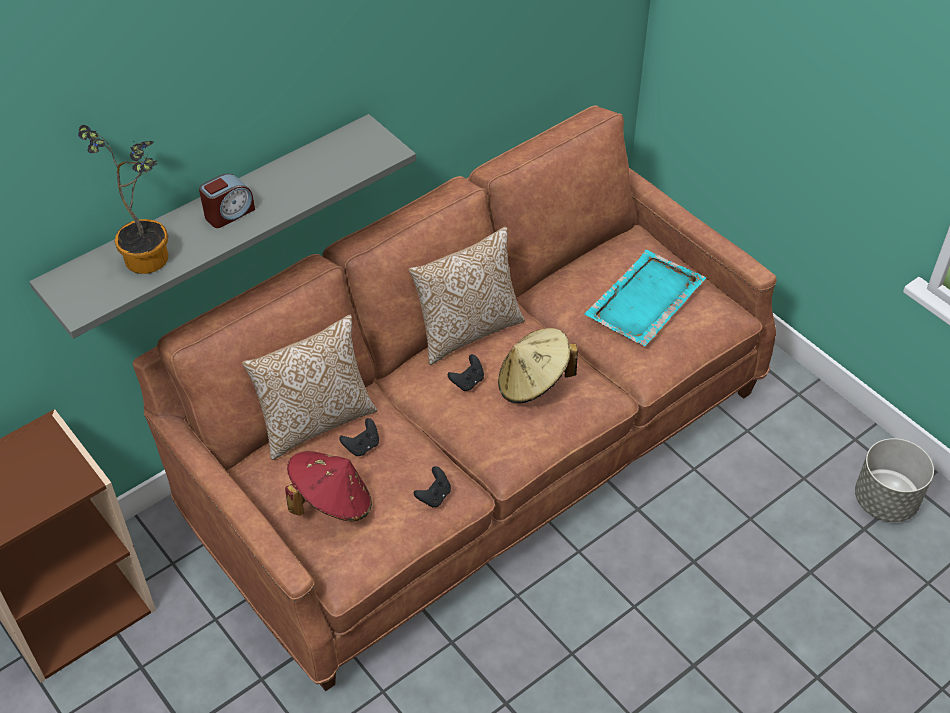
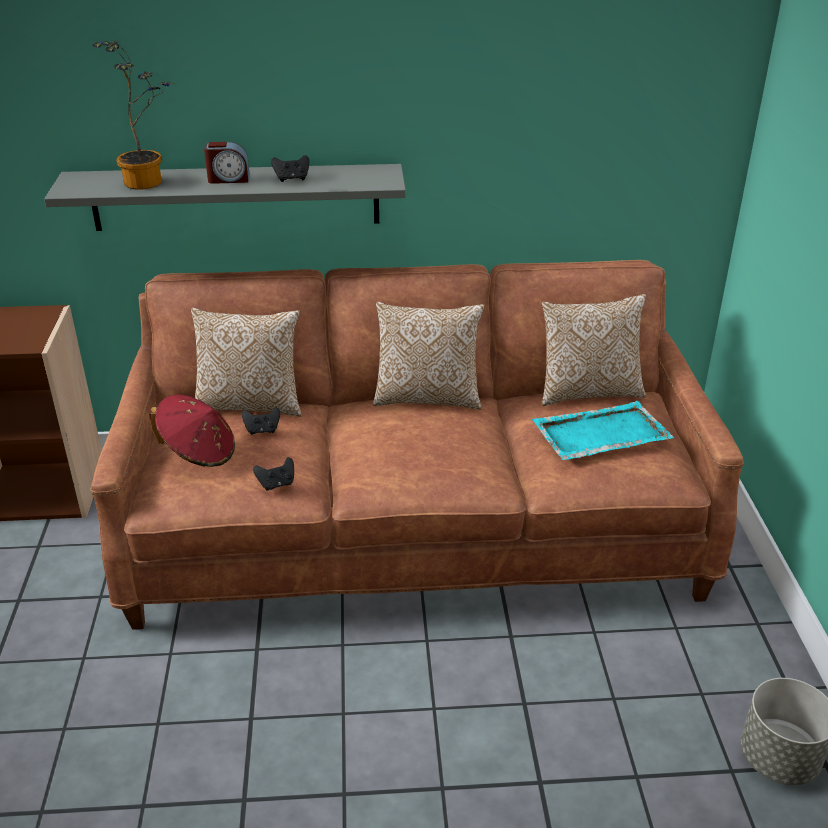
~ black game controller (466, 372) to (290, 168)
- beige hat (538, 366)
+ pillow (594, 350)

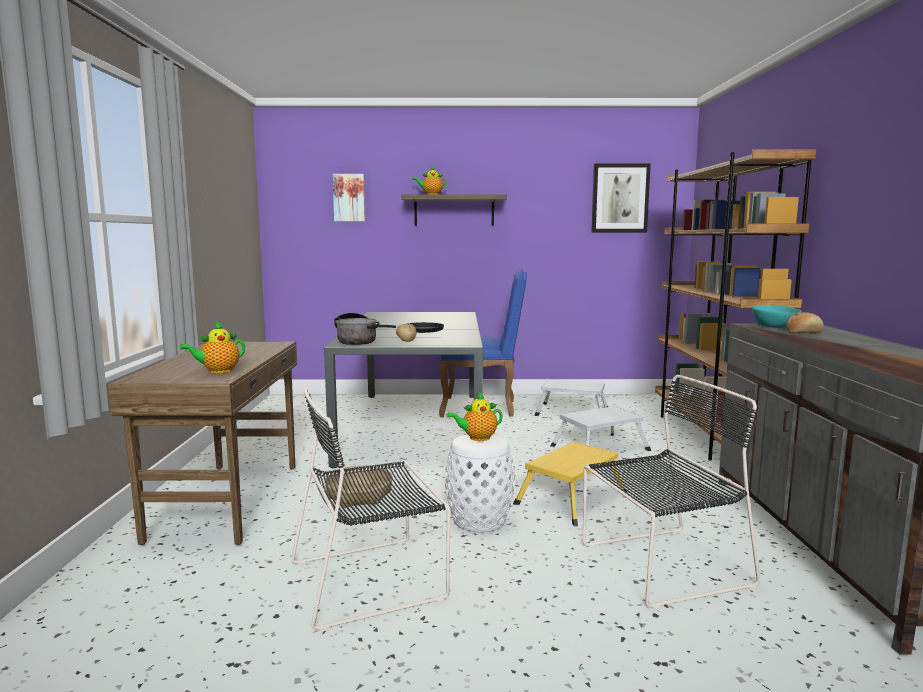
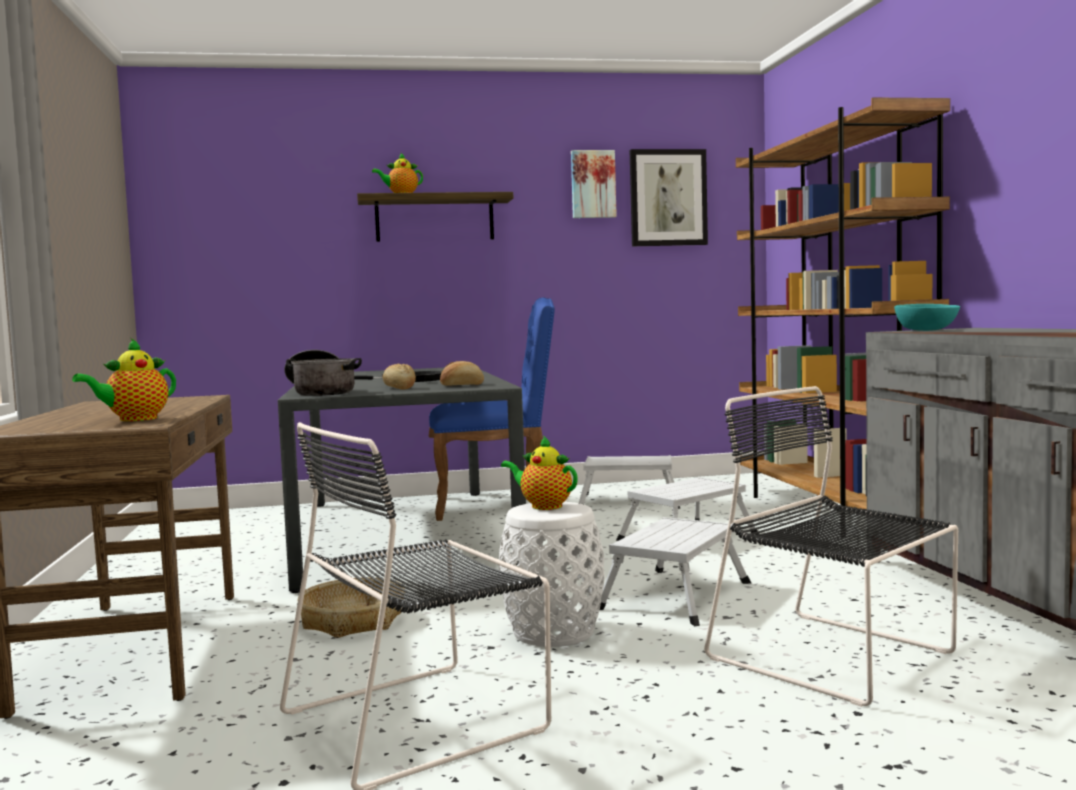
~ picture (348, 198) to (594, 184)
~ teapot (475, 416) = (539, 472) 60 degrees clockwise
~ yellow step ladder (570, 484) to white step ladder (675, 571)
~ black chair (671, 492) = (831, 546) 105 degrees counterclockwise
~ bread (805, 322) to (462, 373)

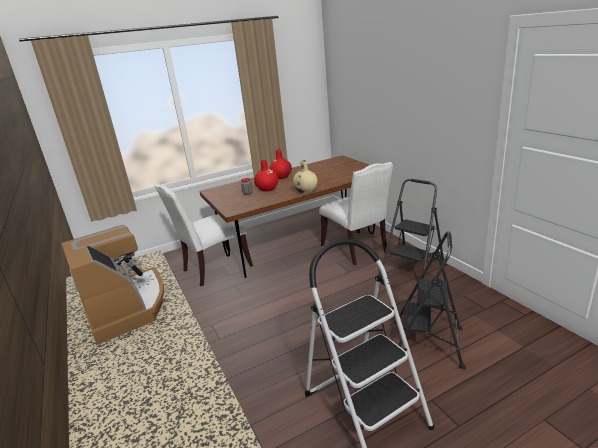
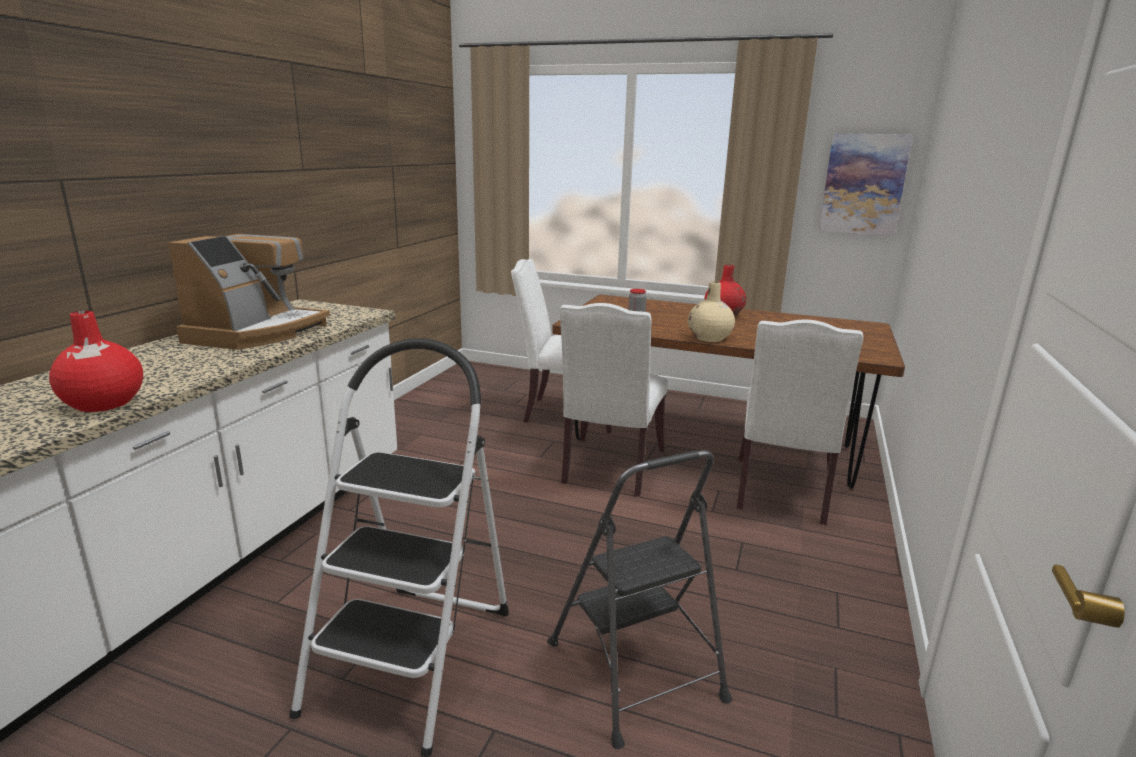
~ red vase (266, 176) to (96, 361)
- black step ladder (412, 229)
+ white chair (614, 399)
+ picture (866, 184)

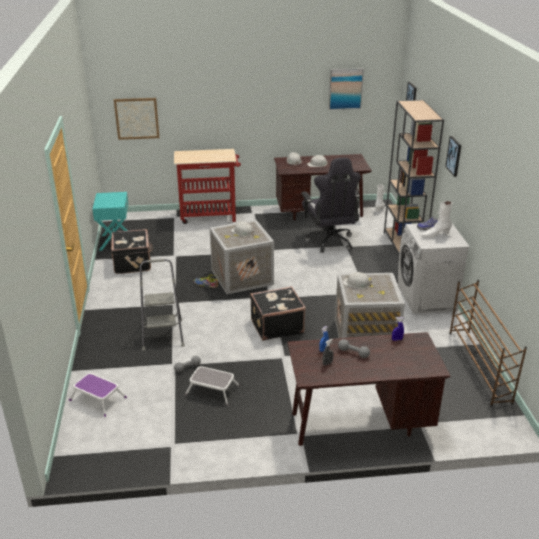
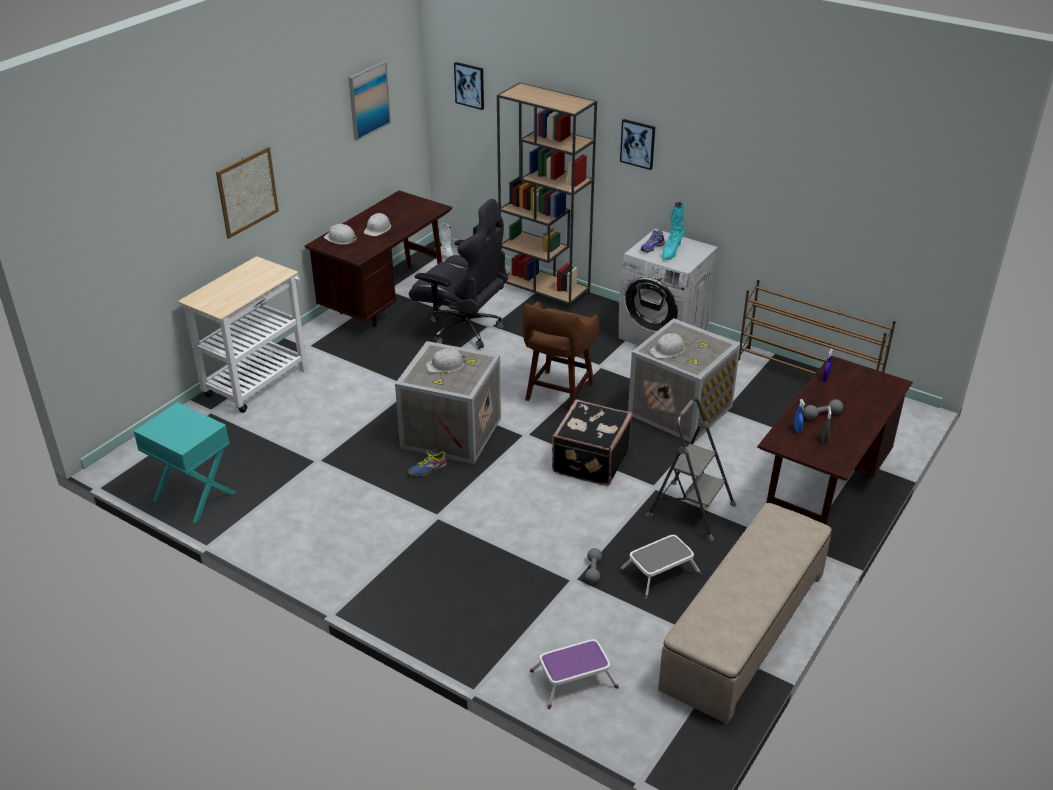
- black suitcase (132, 251)
~ picture (137, 118) to (247, 193)
~ grey step ladder (162, 305) to (691, 469)
~ red cart (207, 186) to white cart (242, 334)
~ white boot (436, 219) to turquoise boot (673, 231)
+ brown stool (560, 354)
+ beige bench (745, 613)

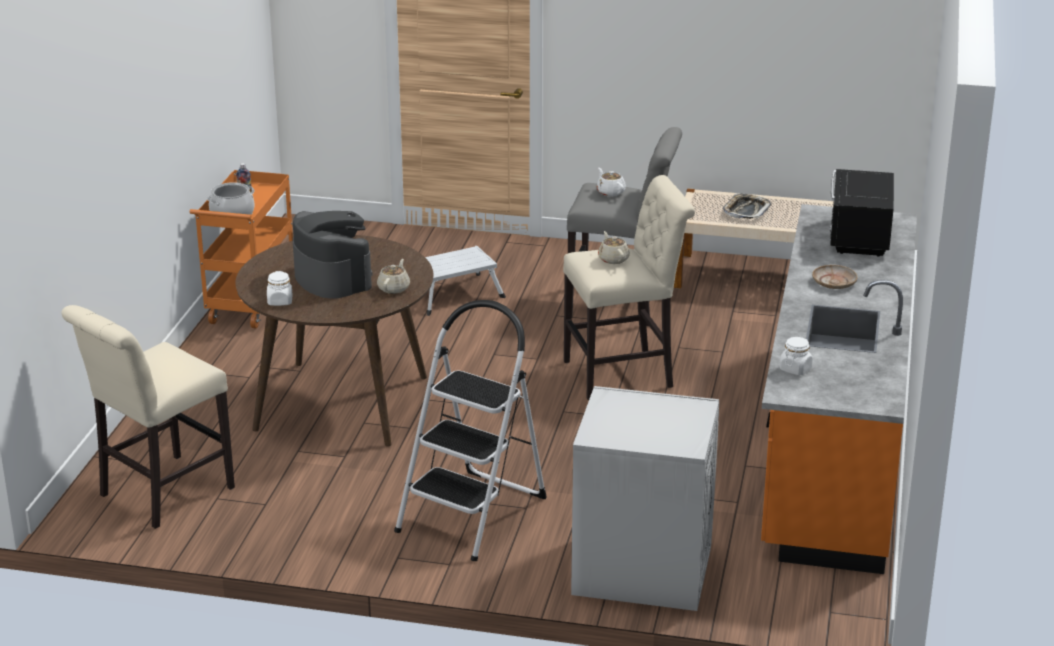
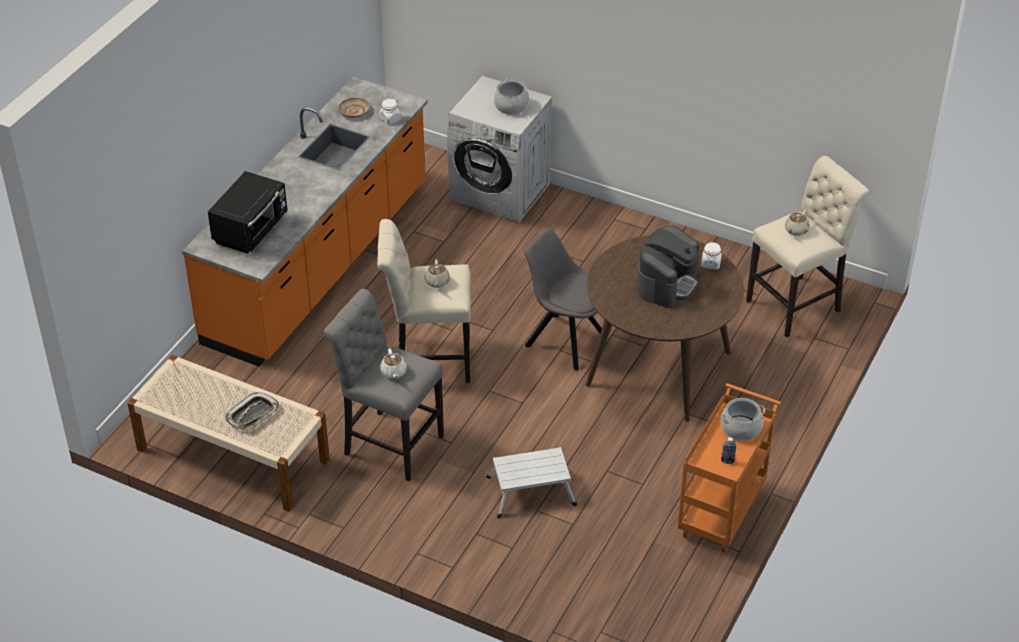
~ coffee machine (332, 255) = (668, 266) 135 degrees counterclockwise
~ beige teapot (393, 276) to (797, 223)
- step ladder (470, 430)
~ beige plate (835, 277) to (354, 108)
+ cooking pot (511, 97)
+ grey chair (563, 299)

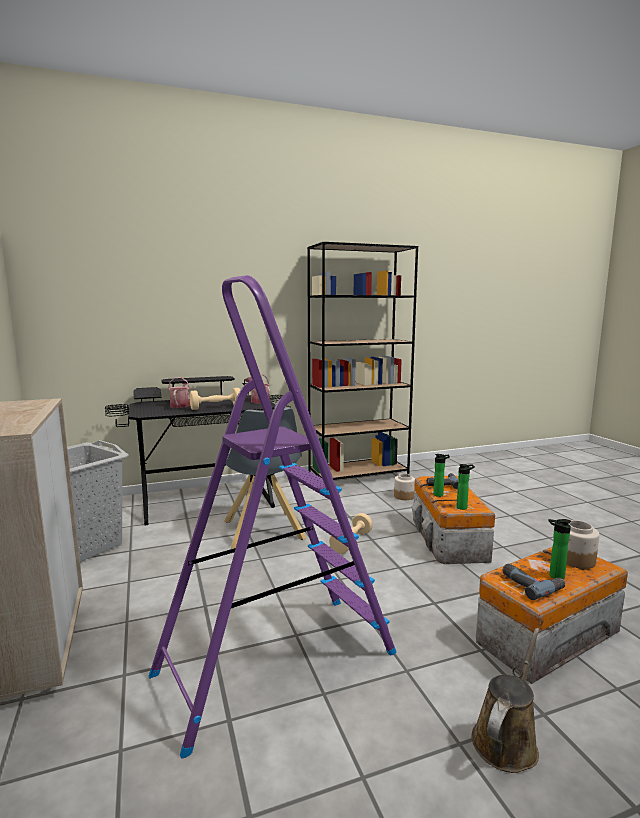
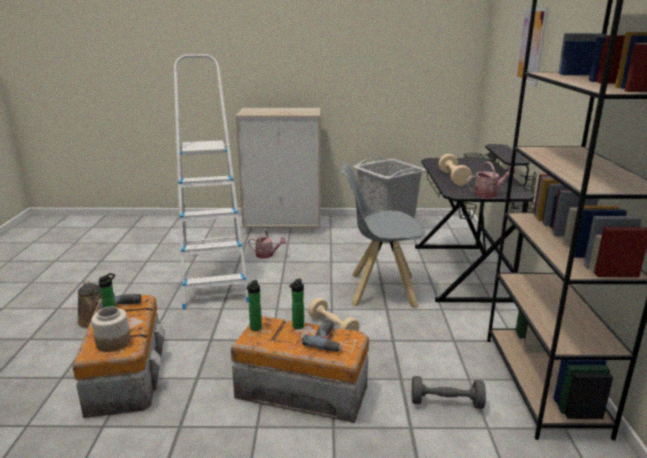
~ purple step ladder (272, 516) to white step ladder (211, 182)
~ watering can (179, 392) to (267, 244)
~ jar (404, 486) to grey dumbbell (449, 392)
+ picture (532, 47)

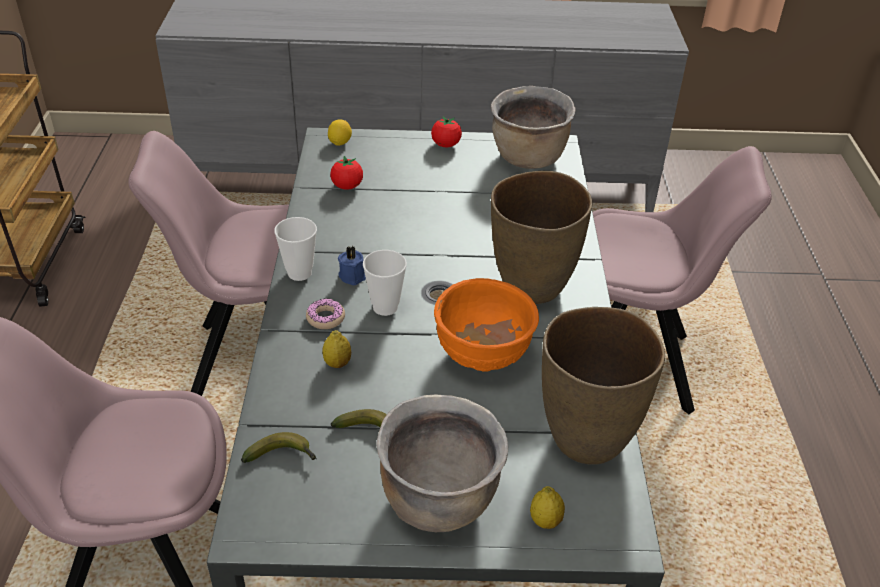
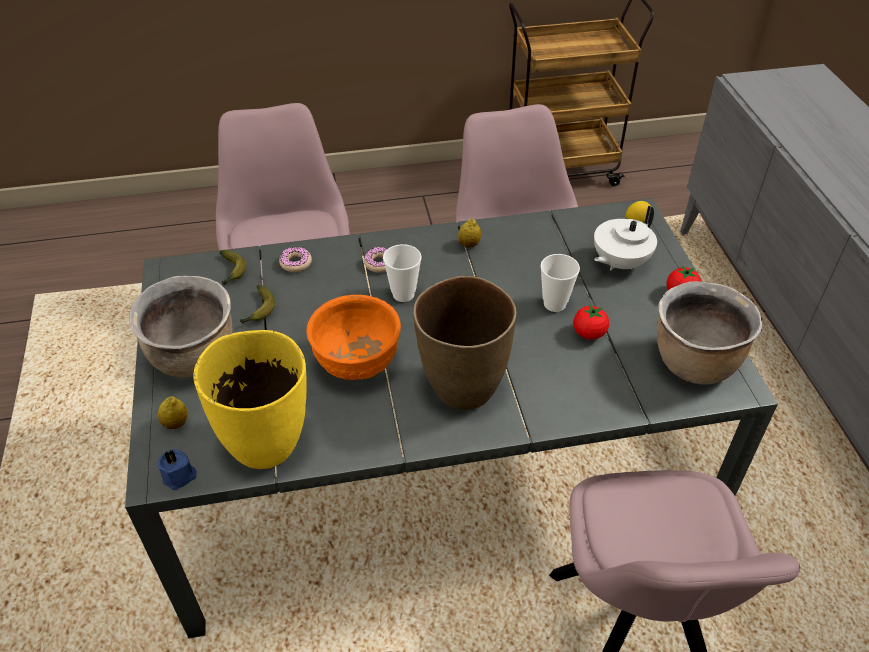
~ cup (295, 249) to (560, 283)
~ lemon (336, 349) to (469, 233)
~ tomato (346, 173) to (591, 322)
~ blue candle (352, 265) to (177, 469)
~ brown vase (603, 386) to yellow vase (250, 399)
+ donut (295, 259)
+ white teapot (625, 238)

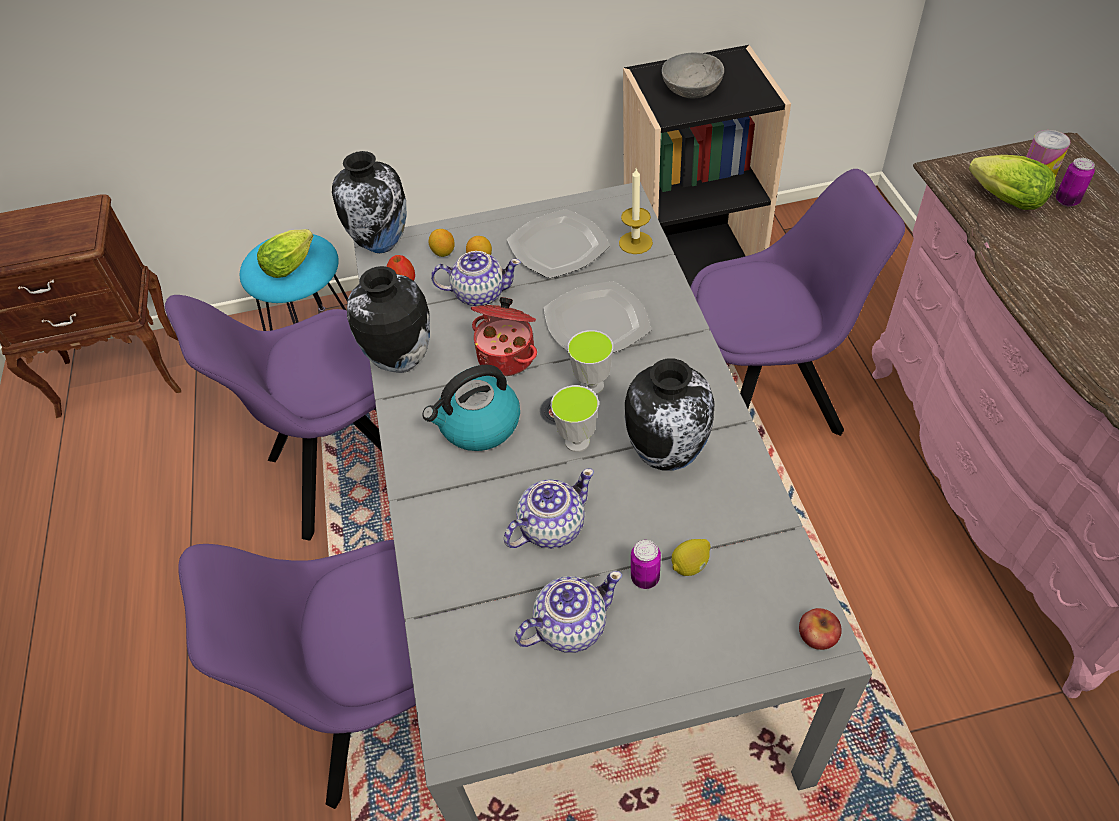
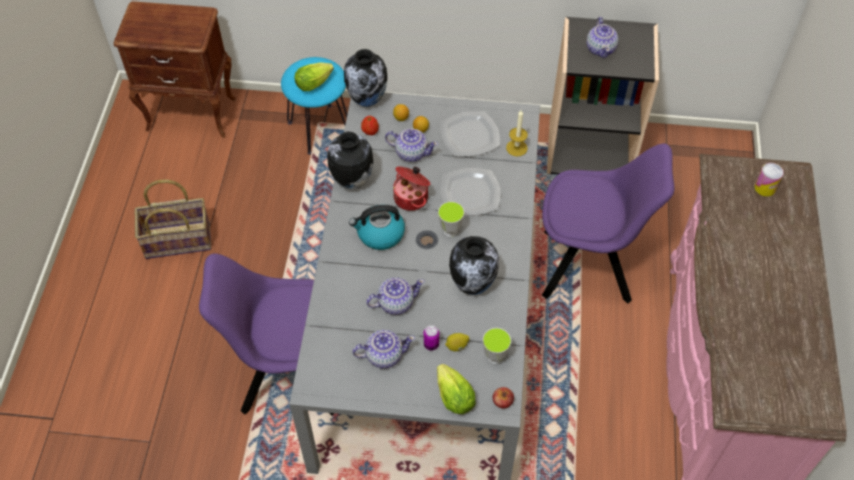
- purple chair (273, 418)
~ cup (575, 418) to (497, 346)
~ grey bowl (693, 76) to teapot (602, 37)
~ lettuce (1012, 182) to (456, 389)
- can (1075, 182)
+ basket (173, 219)

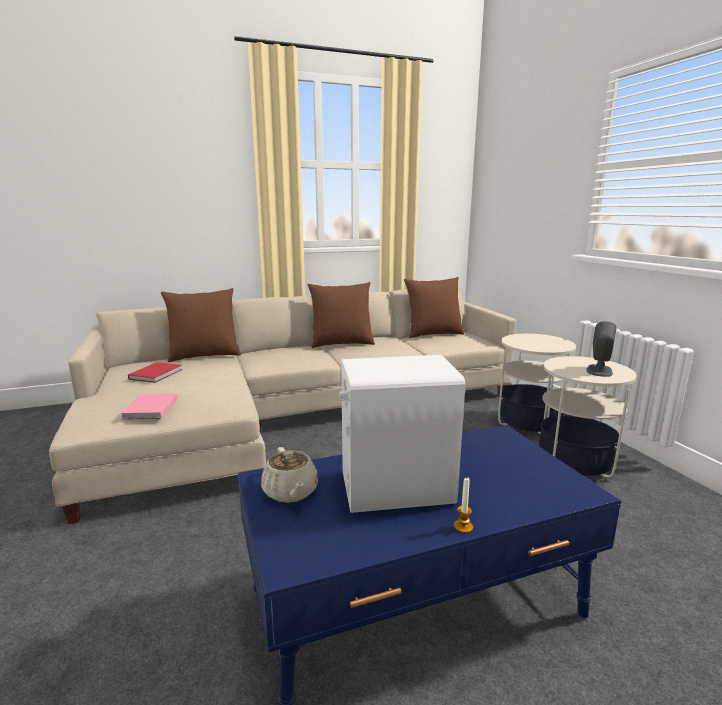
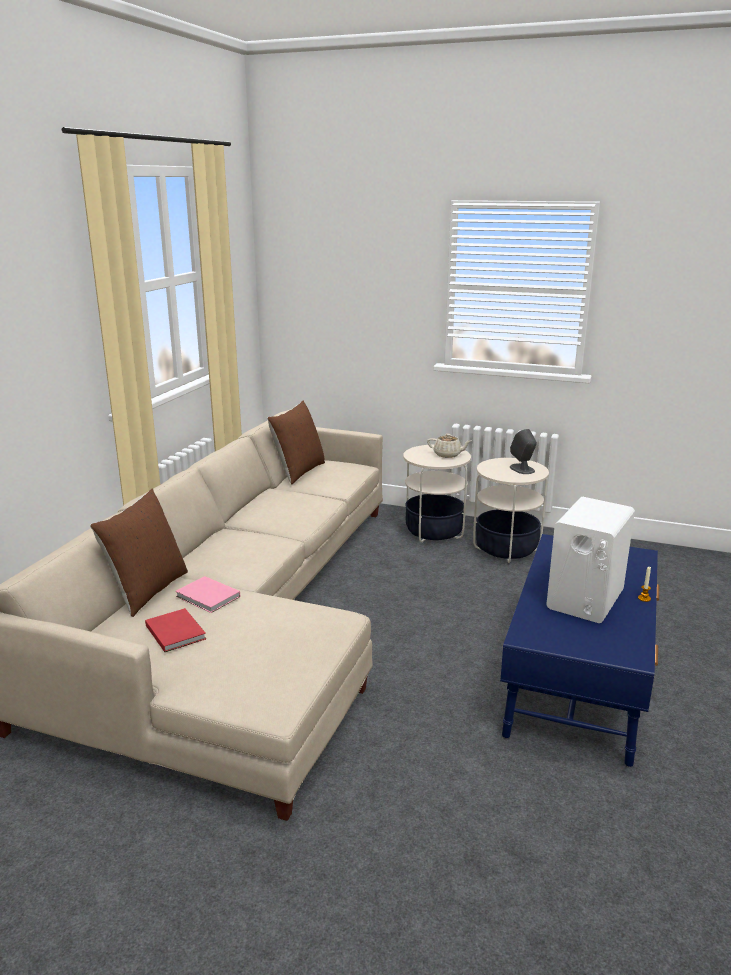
~ pink book (148, 406) to (207, 594)
~ beige teapot (289, 475) to (449, 446)
- brown pillow (341, 315)

